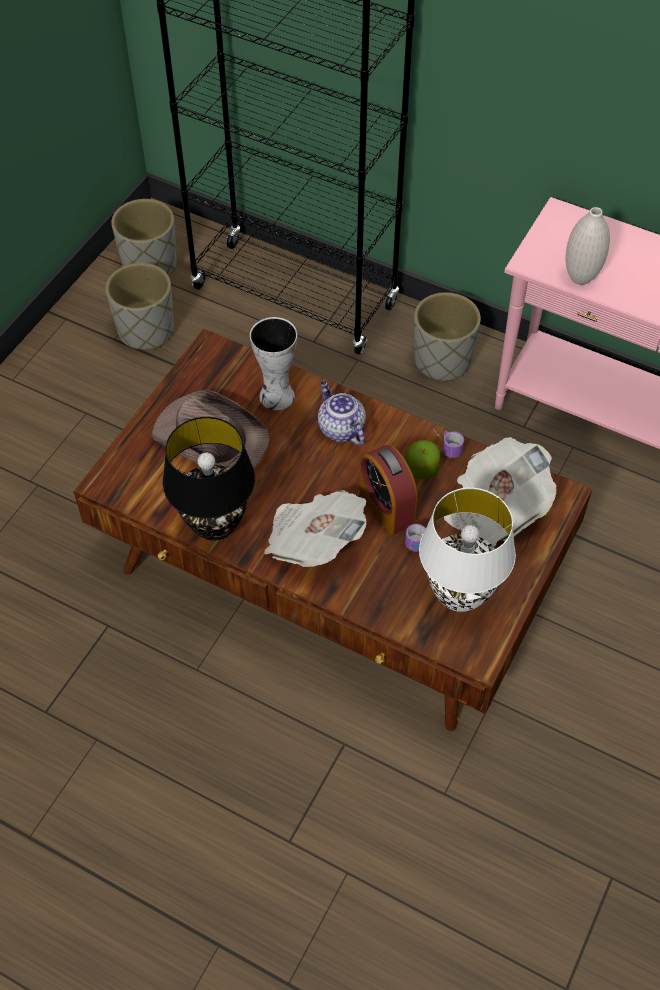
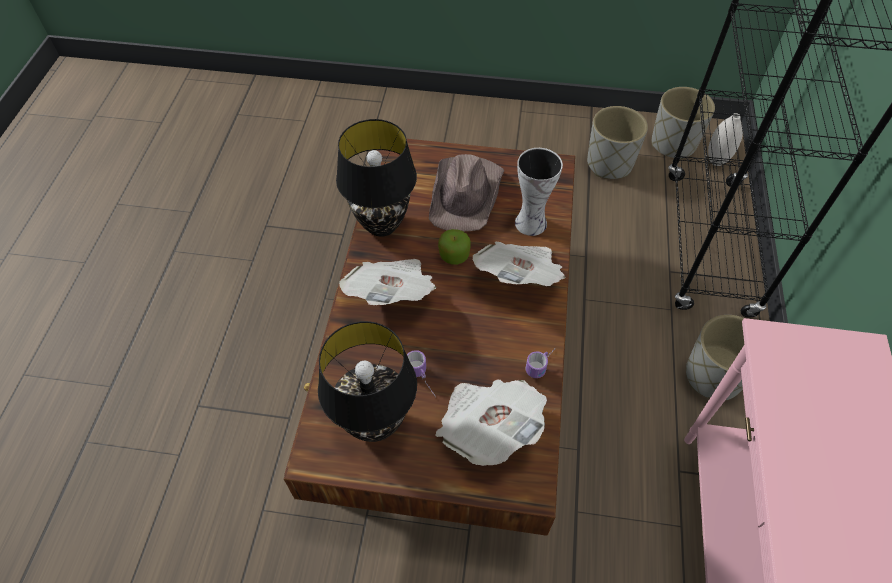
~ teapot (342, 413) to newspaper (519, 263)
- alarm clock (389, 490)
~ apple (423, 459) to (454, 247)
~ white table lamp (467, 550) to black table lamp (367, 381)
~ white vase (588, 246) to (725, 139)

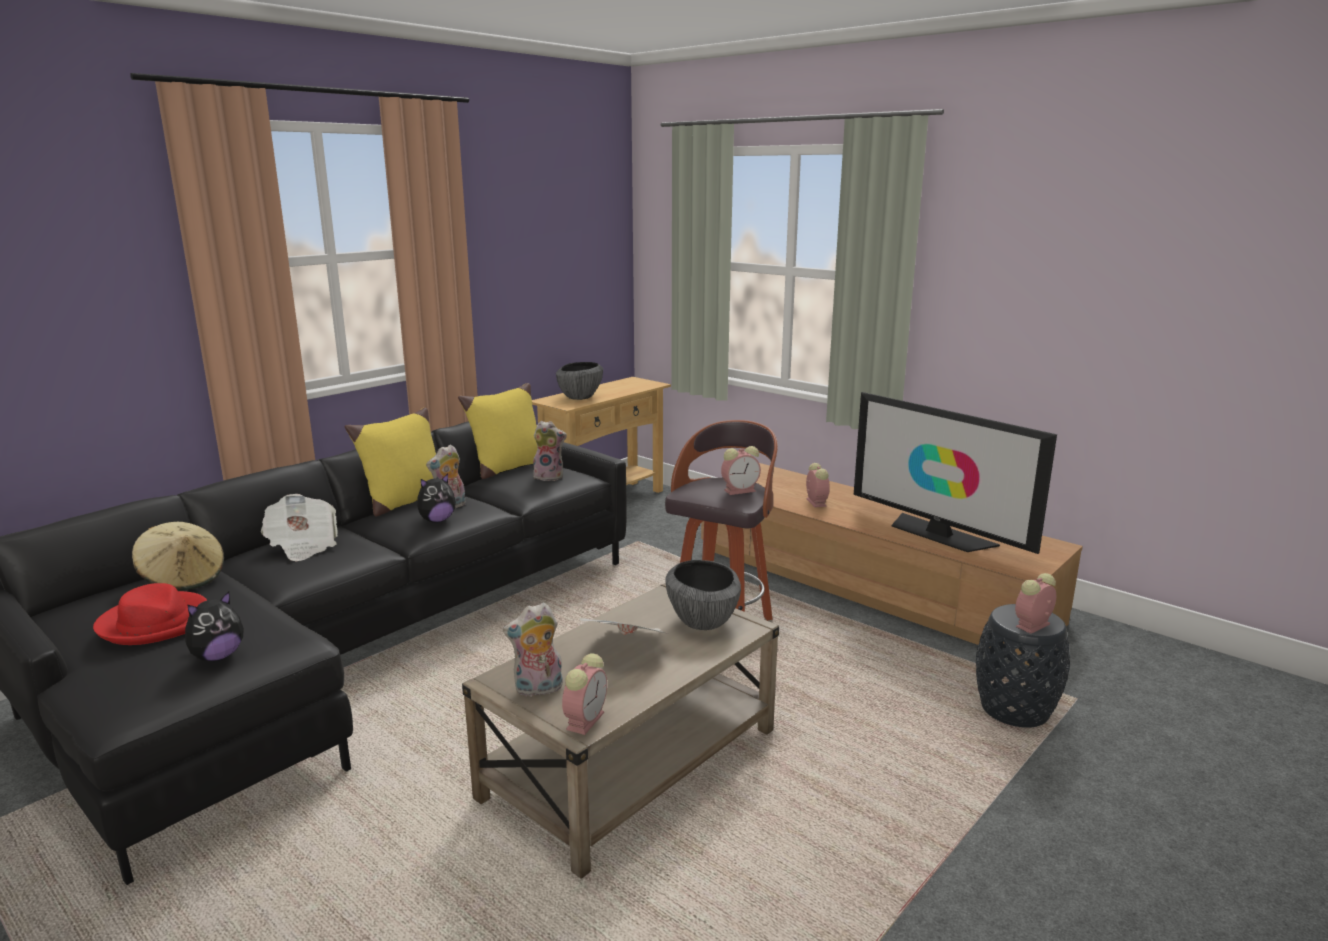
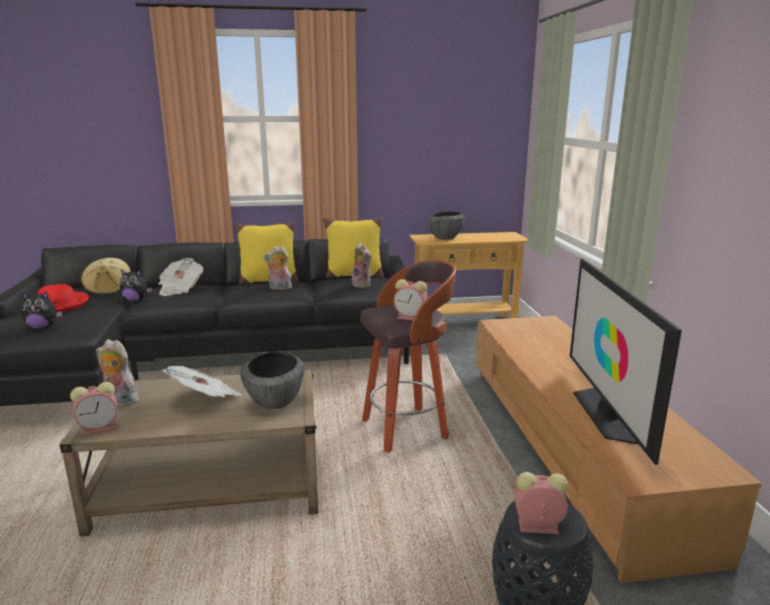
~ plush toy (436, 498) to (136, 286)
- alarm clock (818, 485)

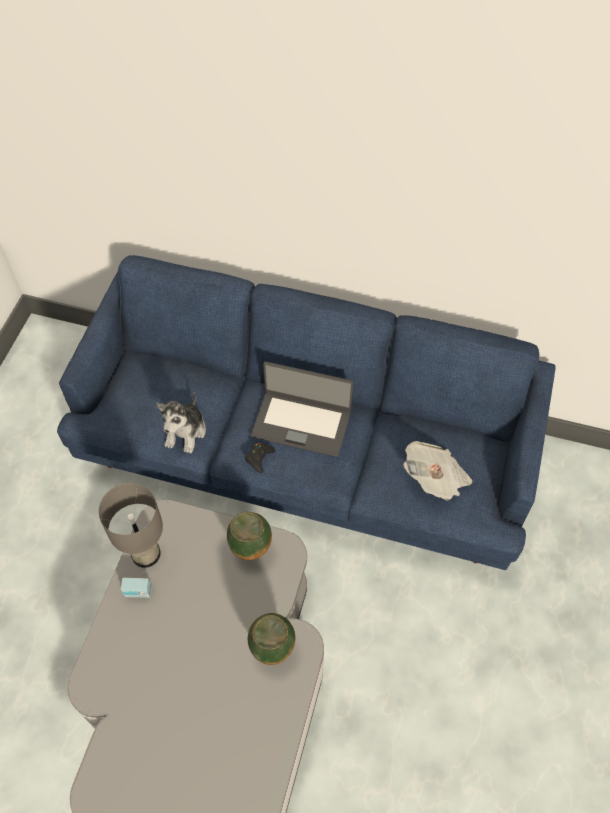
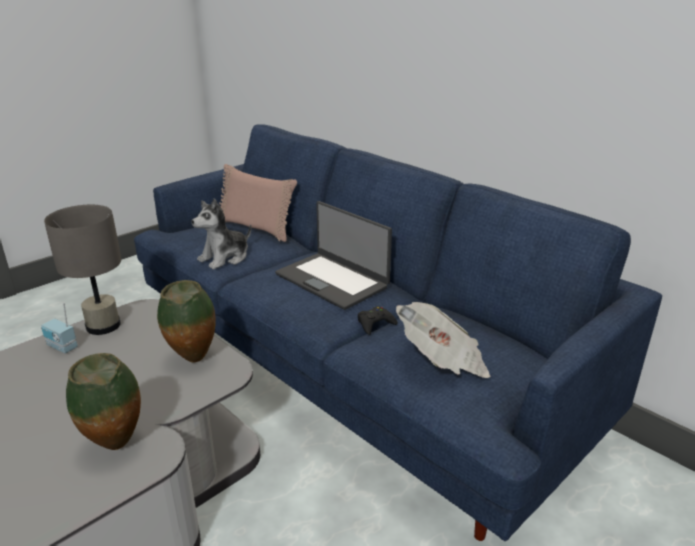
~ black game controller (260, 457) to (378, 320)
+ beige pillow (258, 203)

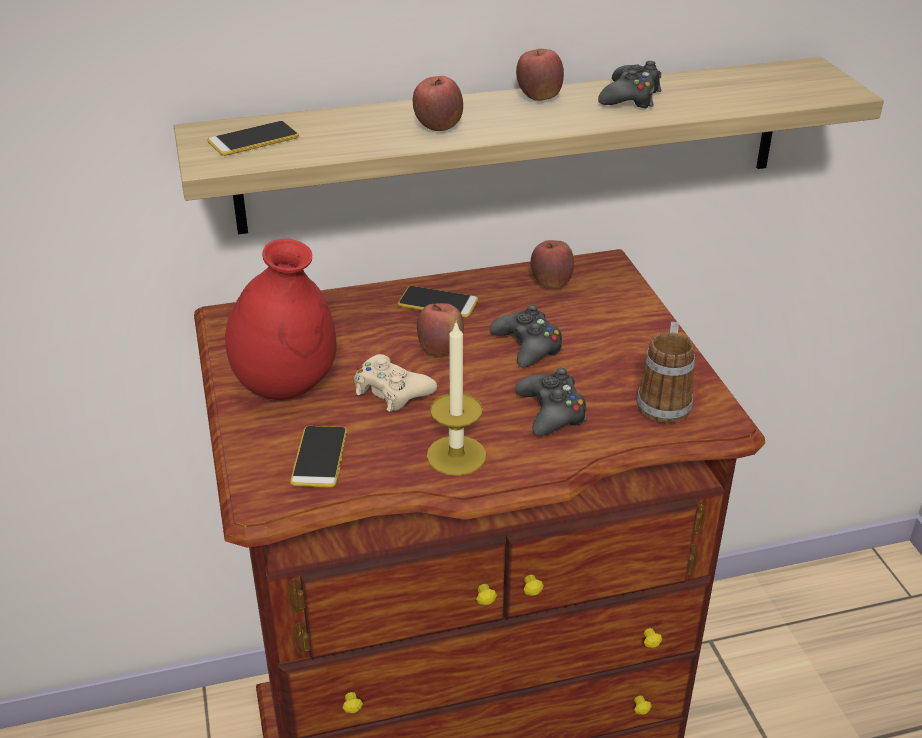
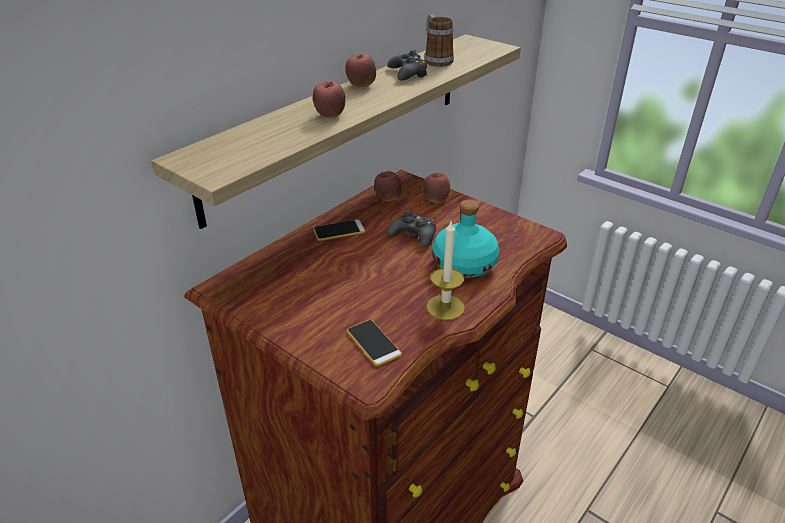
- phone (253, 138)
- red vase (281, 319)
- beige game controller (395, 383)
~ apple (440, 329) to (436, 188)
~ black game controller (551, 402) to turquoise bottle (466, 238)
~ mug (666, 372) to (439, 41)

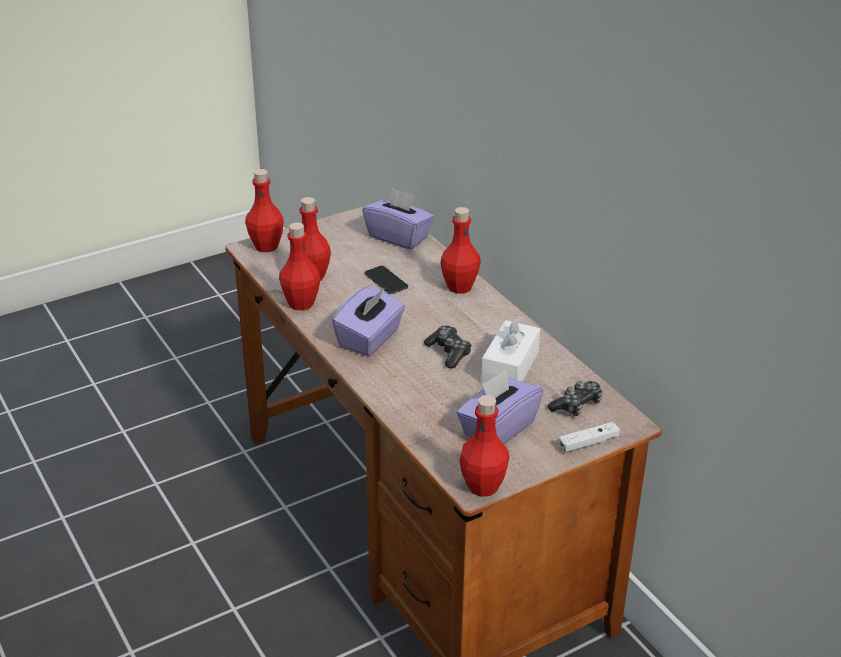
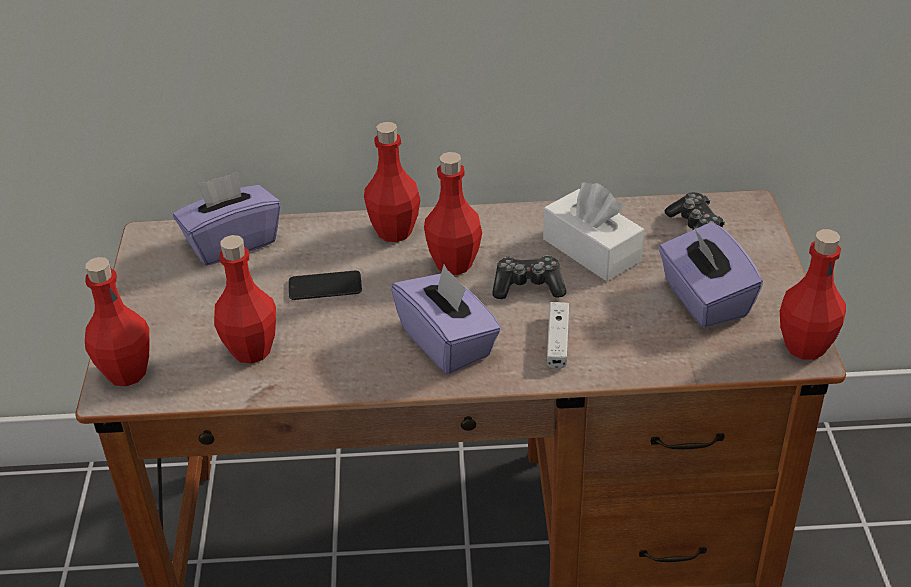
~ red bottle (299, 266) to (453, 213)
~ white game controller (589, 437) to (558, 335)

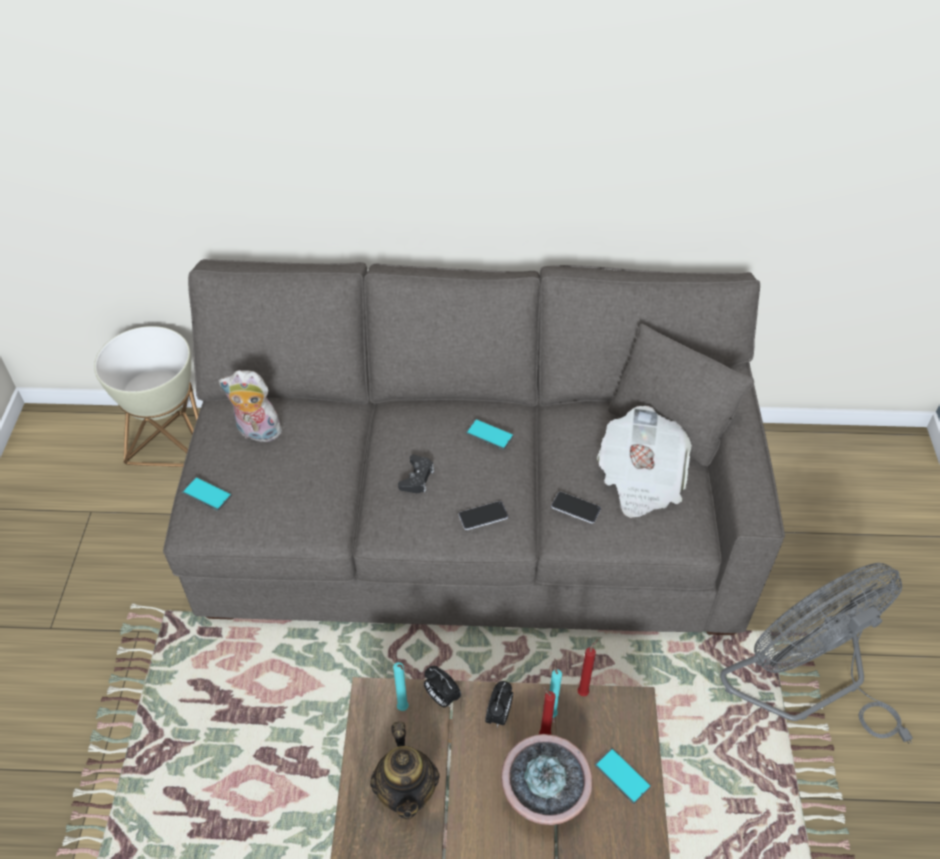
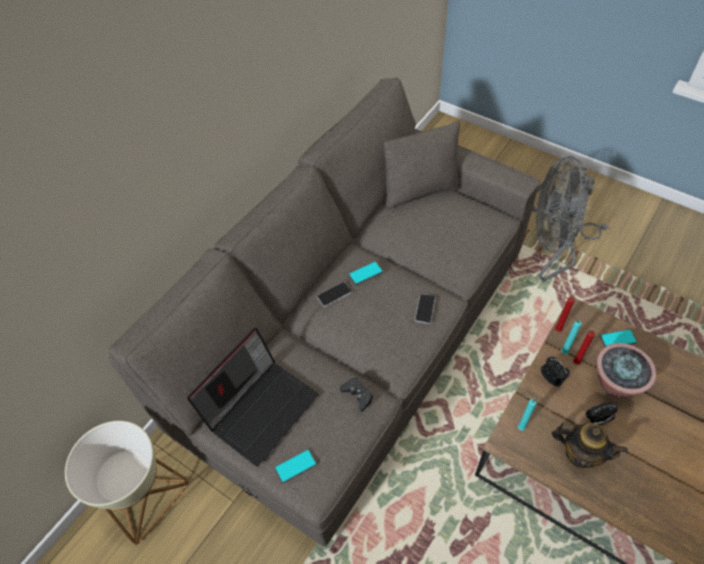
~ plush toy (250, 406) to laptop (253, 397)
~ black game controller (416, 474) to (356, 395)
~ alarm clock (442, 687) to (602, 413)
~ phone (576, 508) to (334, 294)
- newspaper (644, 462)

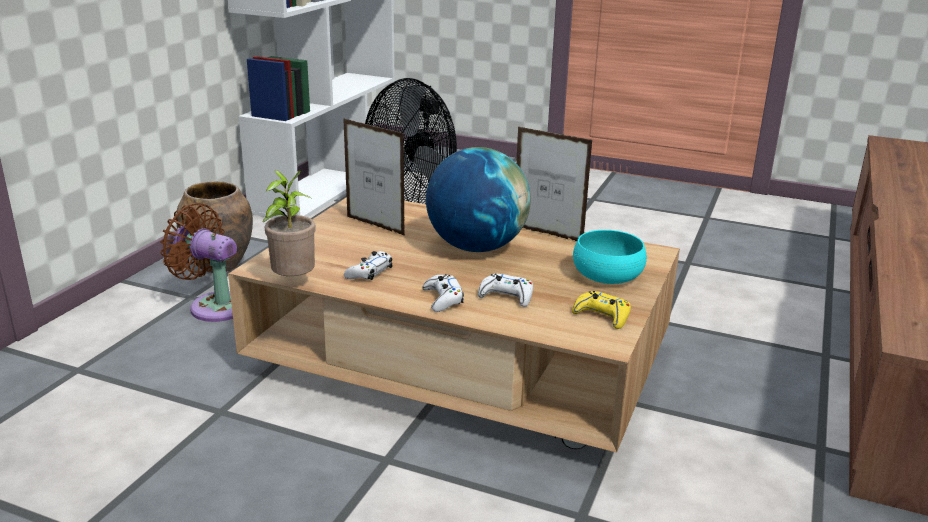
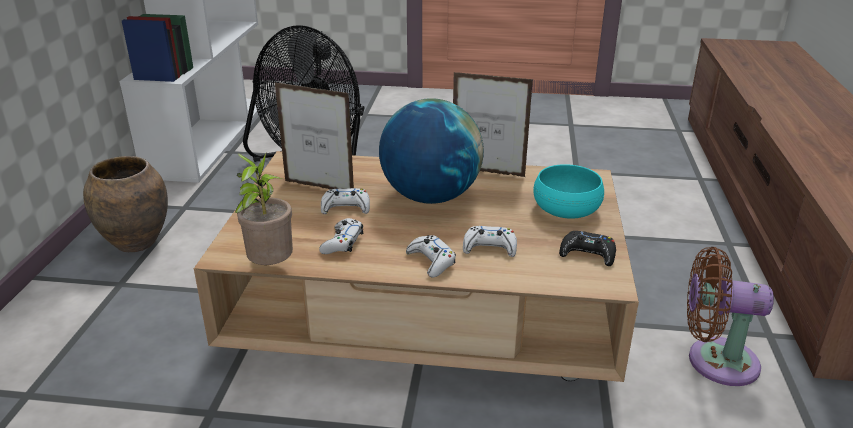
~ brown fan (198, 262) to (730, 316)
~ yellow game controller (601, 310) to black game controller (587, 248)
+ white game controller (345, 201)

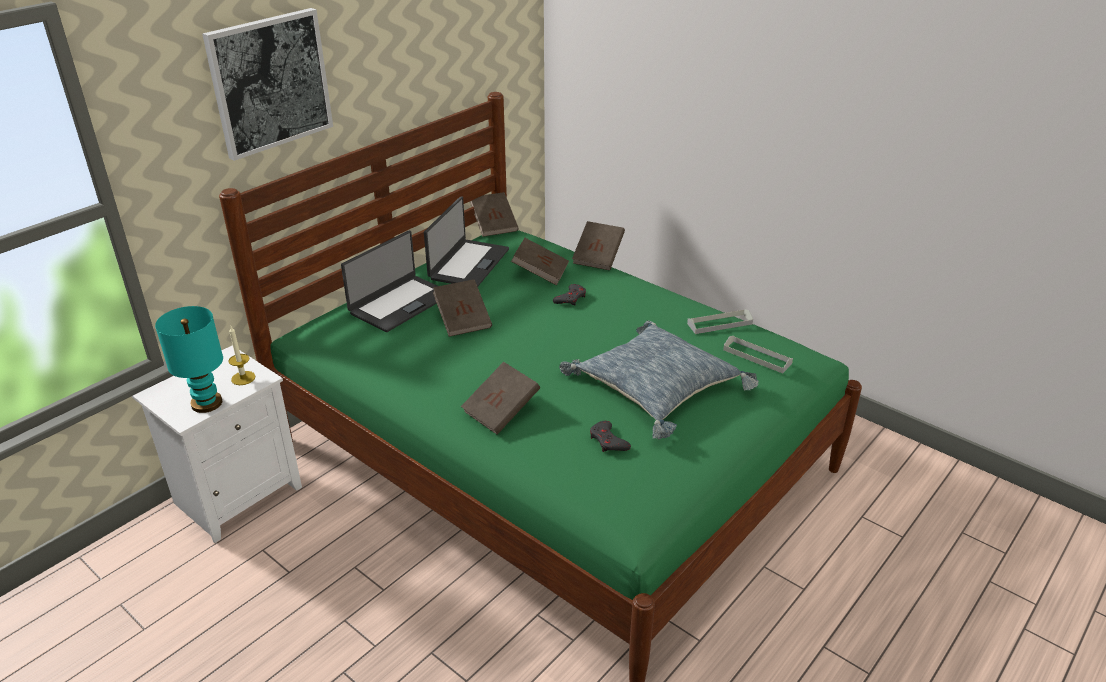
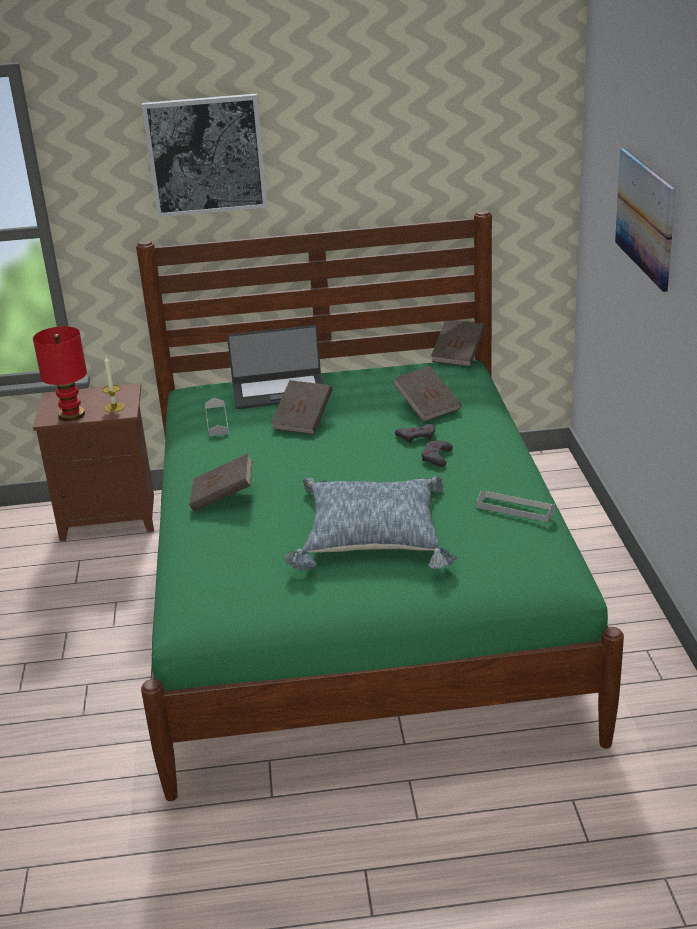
~ white nightstand (217, 444) to brown nightstand (93, 462)
~ turquoise table lamp (189, 359) to red table lamp (60, 373)
- laptop (466, 241)
- brown book (598, 245)
~ grey game controller (610, 436) to (437, 454)
~ grey tray (758, 355) to (217, 417)
+ picture (645, 220)

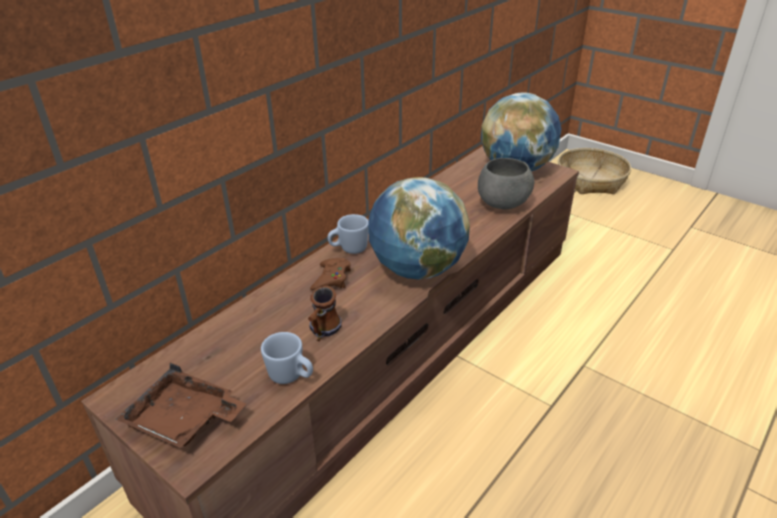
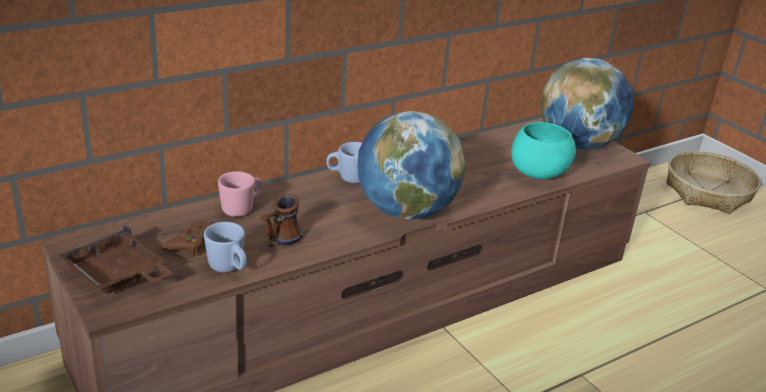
~ brown game controller (330, 274) to (186, 238)
~ grey bowl (506, 183) to turquoise bowl (543, 151)
+ pink mug (240, 194)

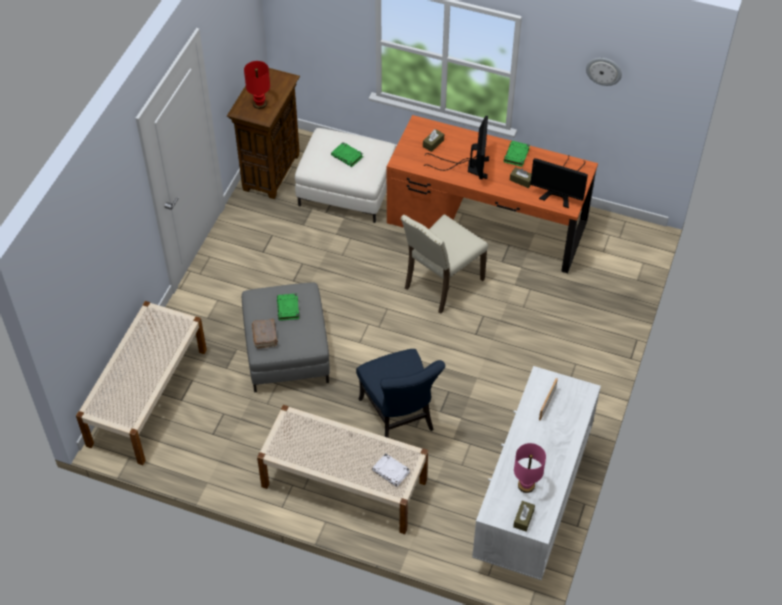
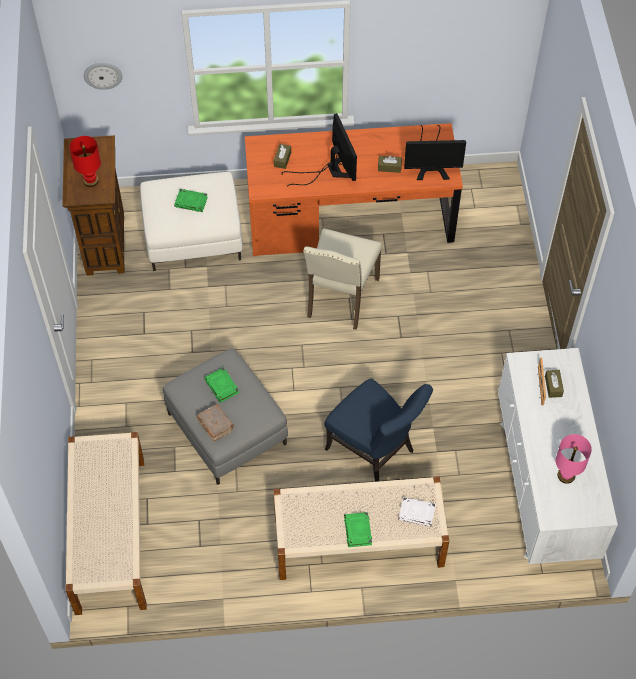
~ green book (516, 154) to (358, 529)
~ brown tissue box (524, 516) to (554, 384)
~ wall clock (604, 72) to (103, 76)

